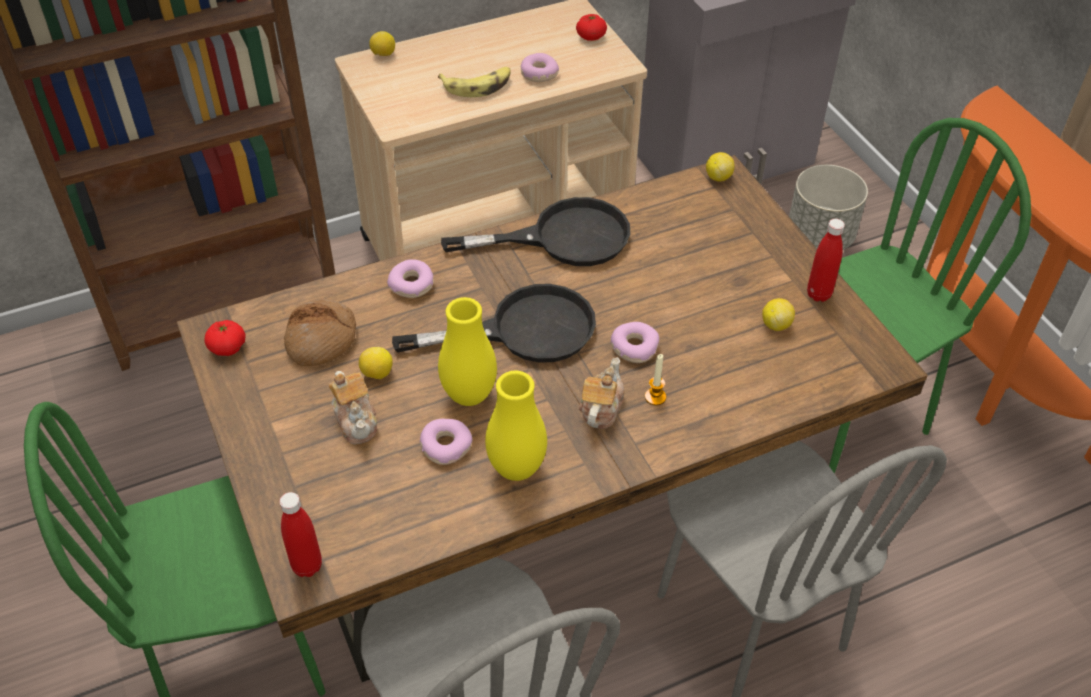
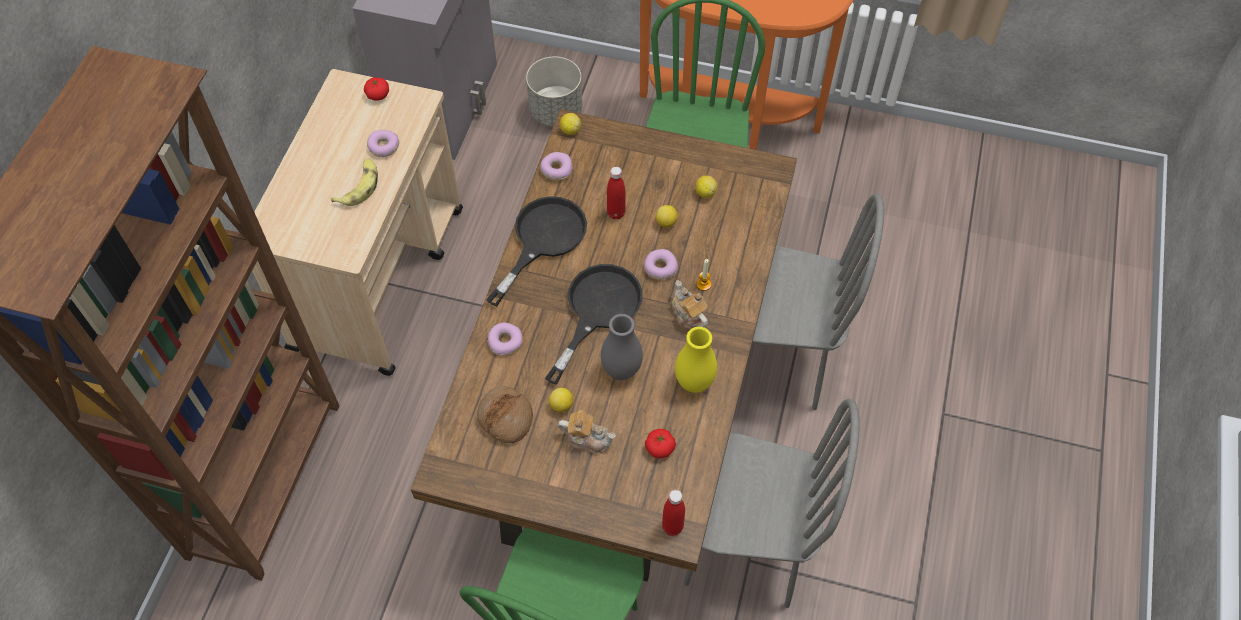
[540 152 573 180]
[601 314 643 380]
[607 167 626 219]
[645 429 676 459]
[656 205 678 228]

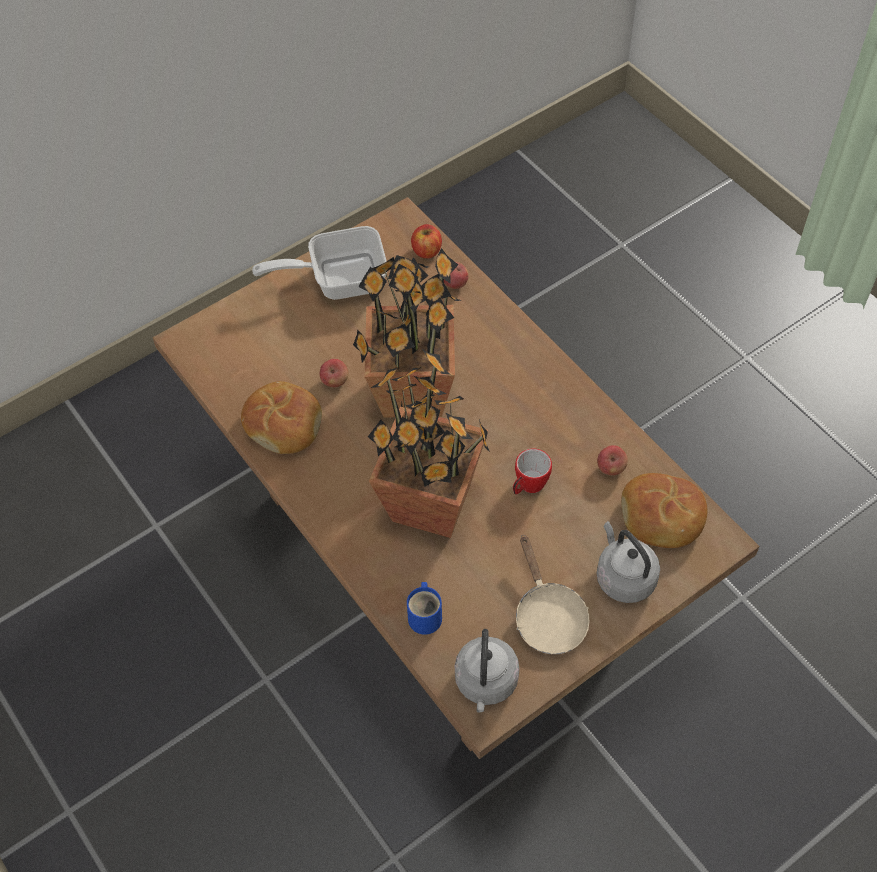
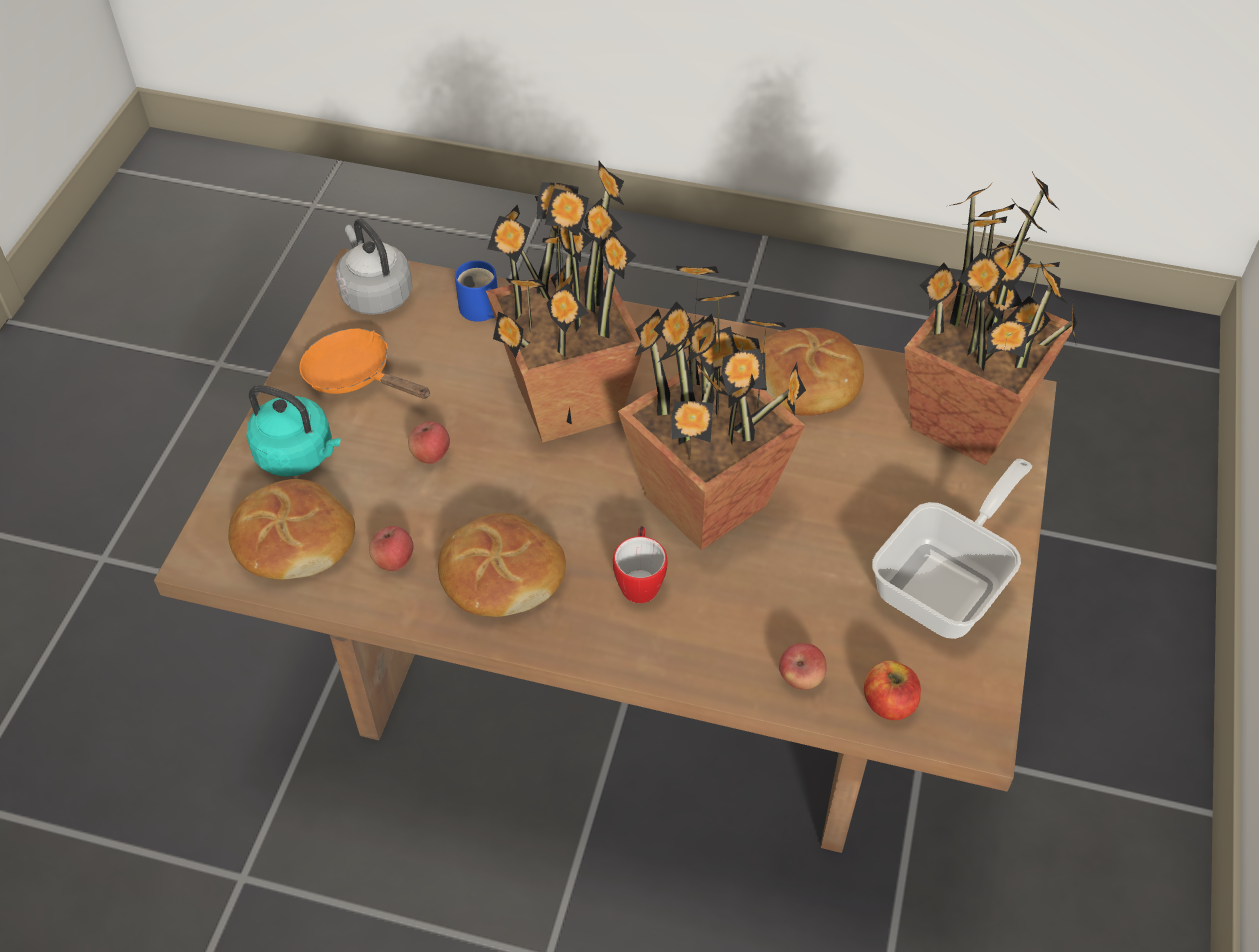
[246 385 341 477]
[299 329 430 399]
[408 421 450 464]
[438 513 566 617]
[613 526 667 603]
[904 172 1077 465]

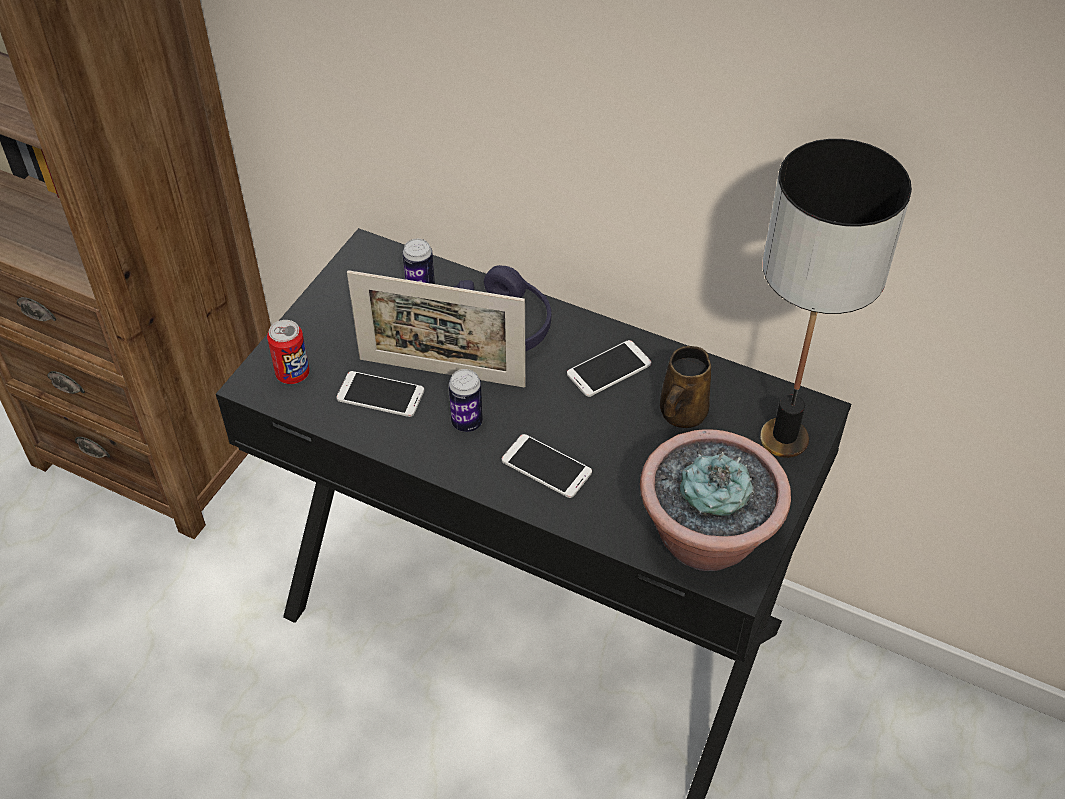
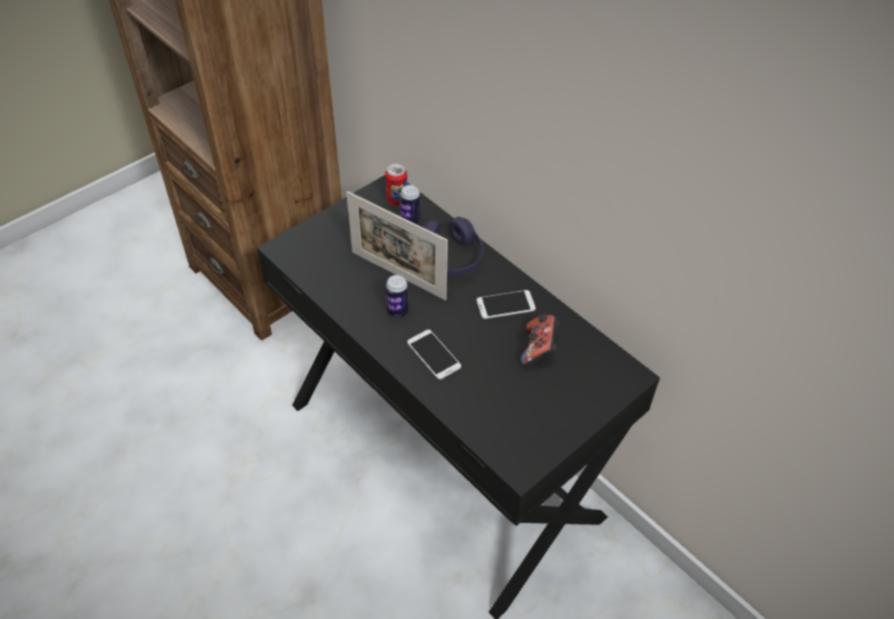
[385 164 407 206]
[521 314 560 366]
[336 371 424 417] (first image)
[640 429 791 571] (first image)
[760 139 912 458] (first image)

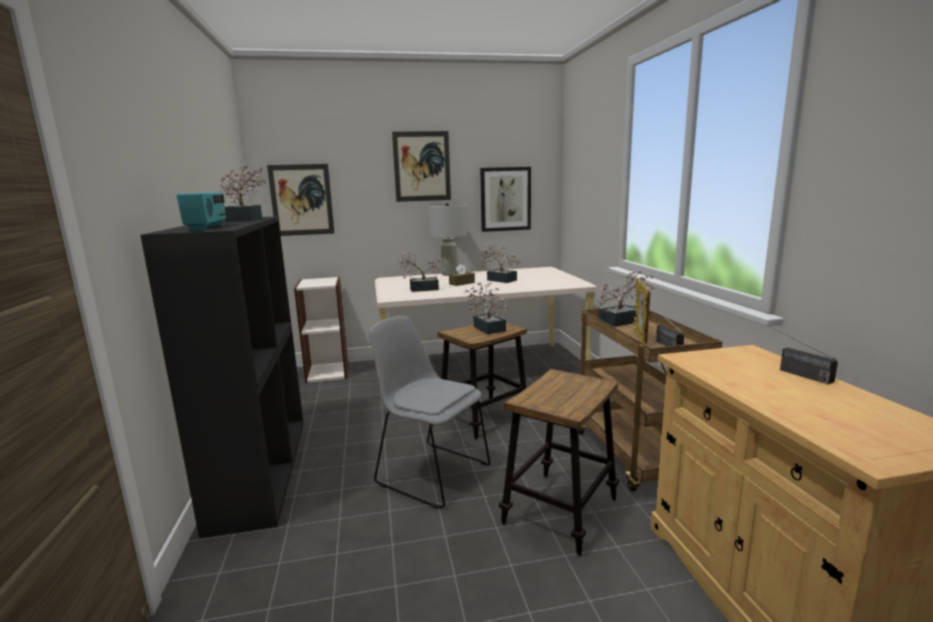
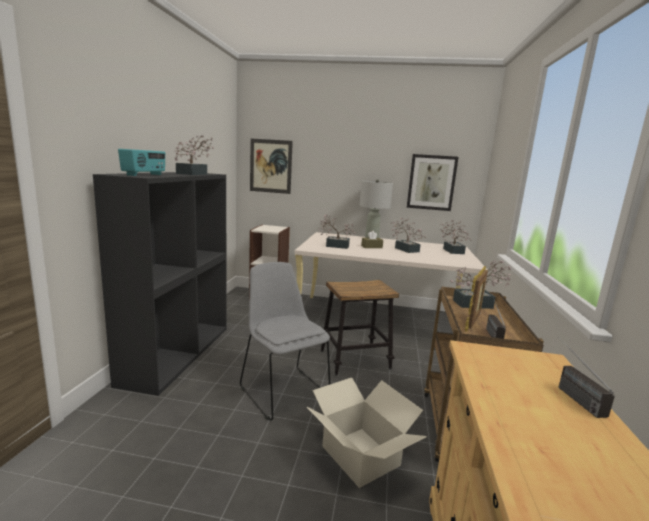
[307 378 427 488]
[440 220 471 254]
[392 131 451 202] (first image)

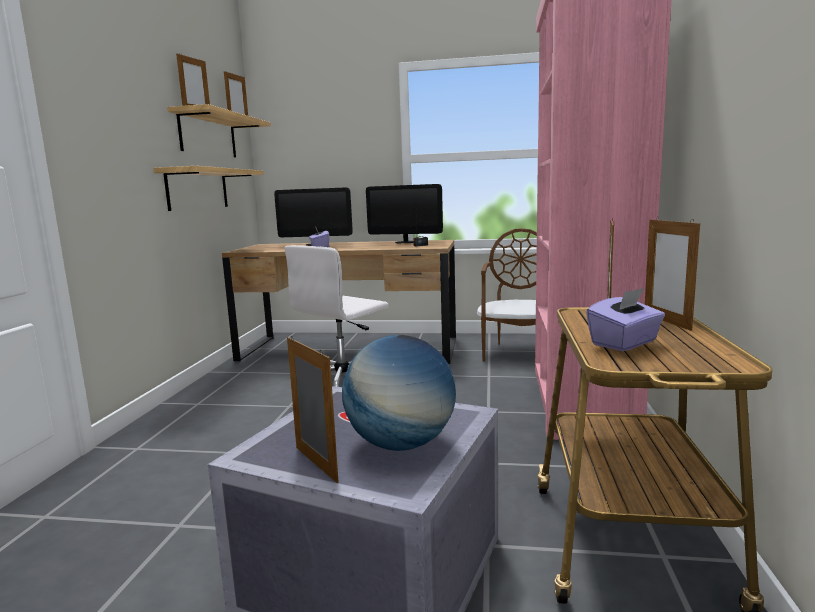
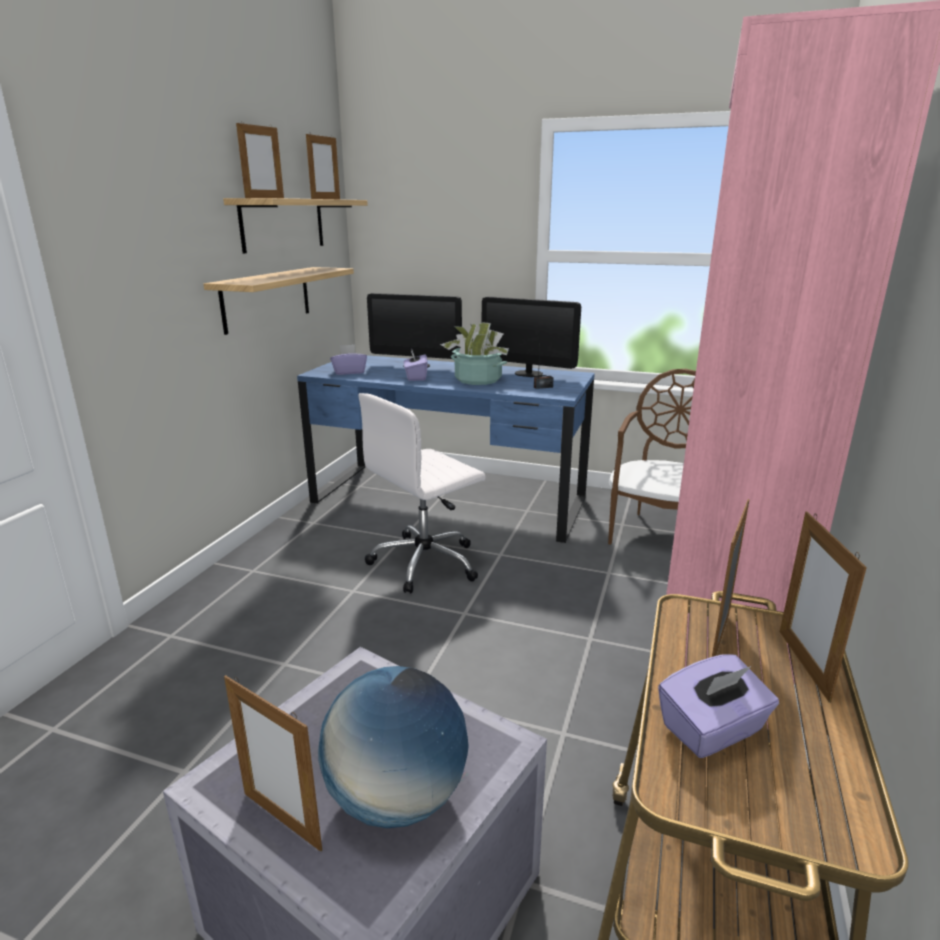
[224 675 322 852]
[297 355 595 543]
[330 344 367 375]
[440 322 509 385]

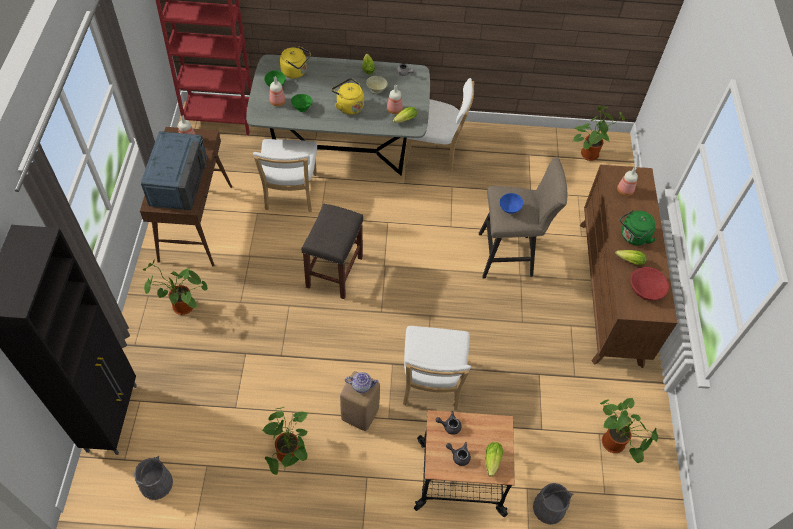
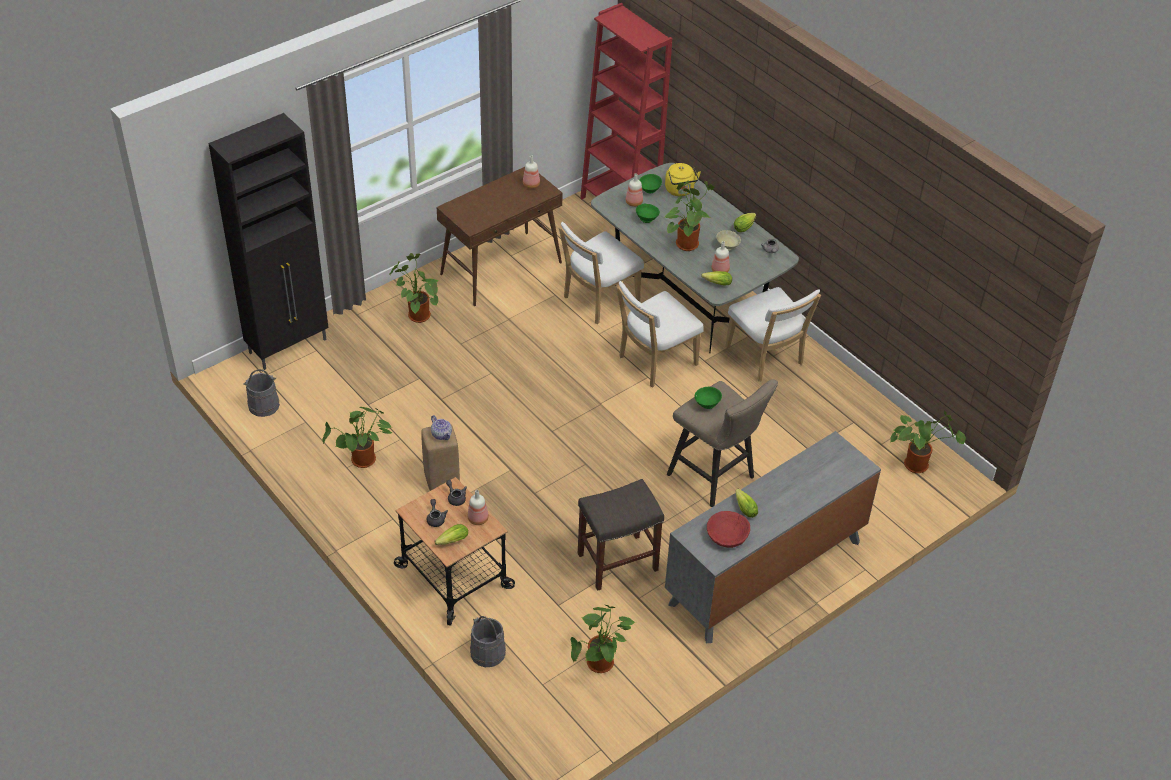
[468 490 489 525]
[578 479 664 591]
[616 281 703 388]
[665 181 714 251]
[665 431 881 643]
[695 387 722 409]
[141 131 207 210] (first image)
[620 210 656 245] (first image)

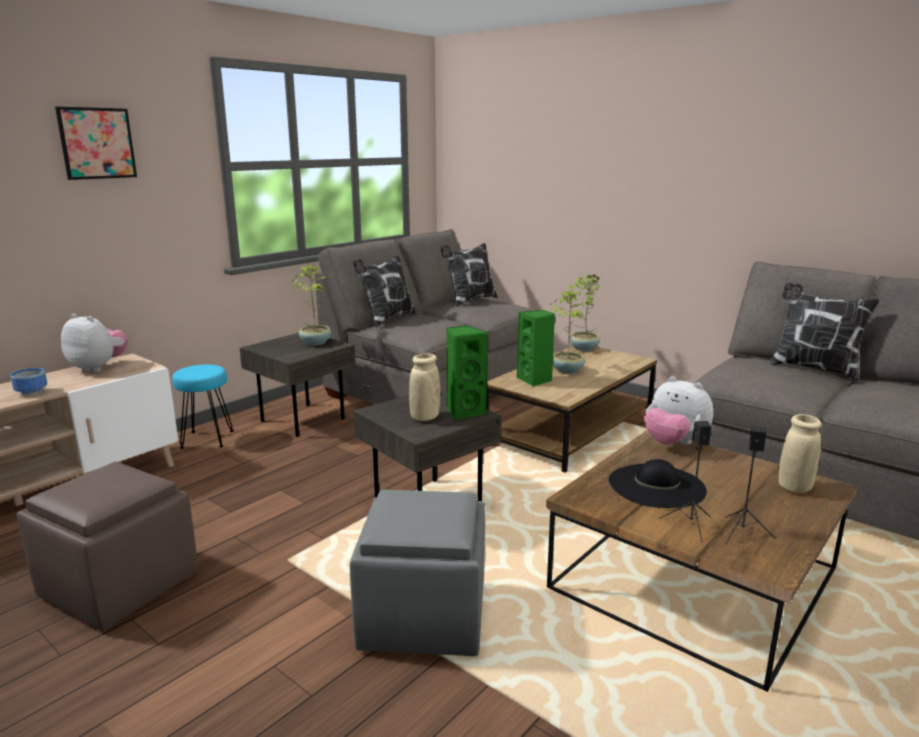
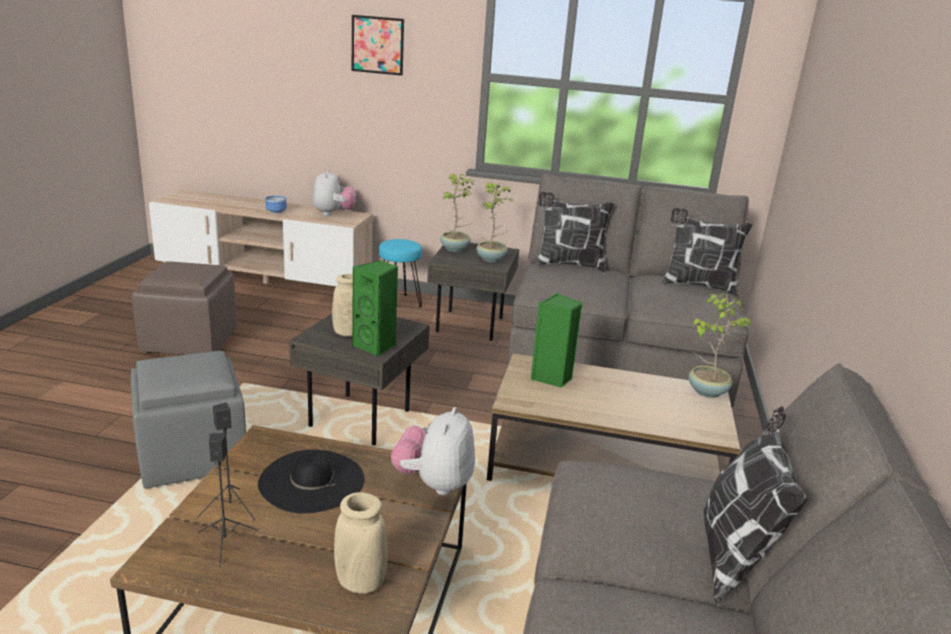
[440 174 474 252]

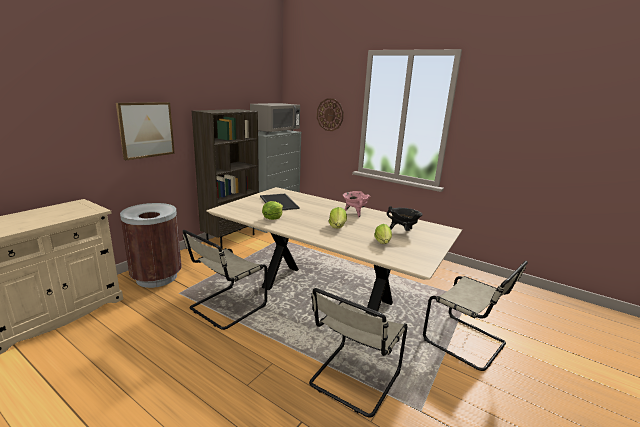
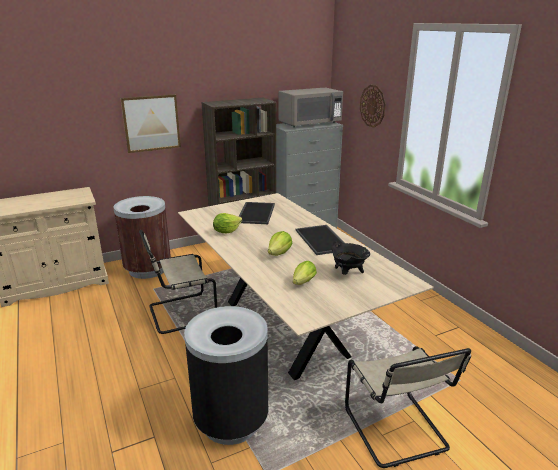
[184 306 269 445]
[296 225 345 255]

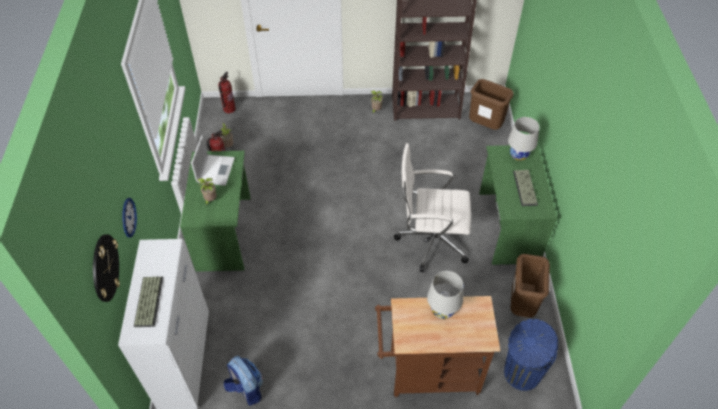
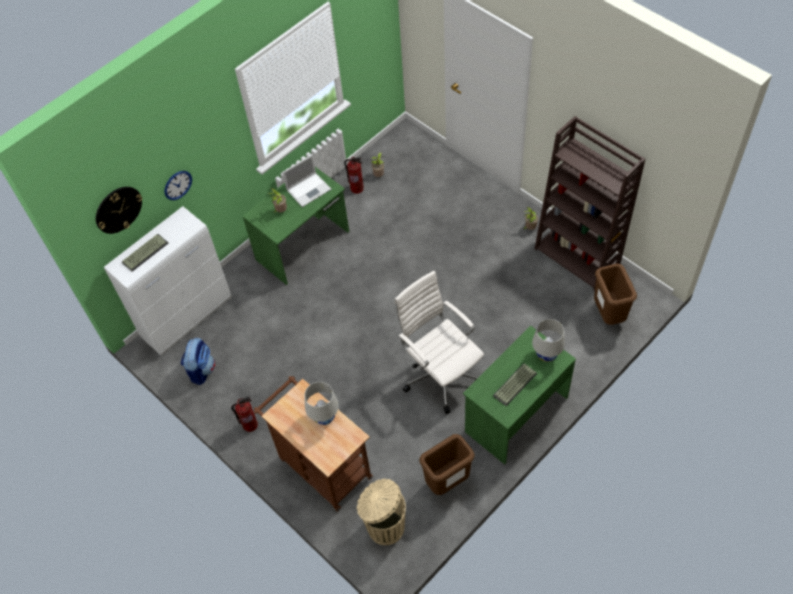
[231 396 258 432]
[357 479 406 545]

